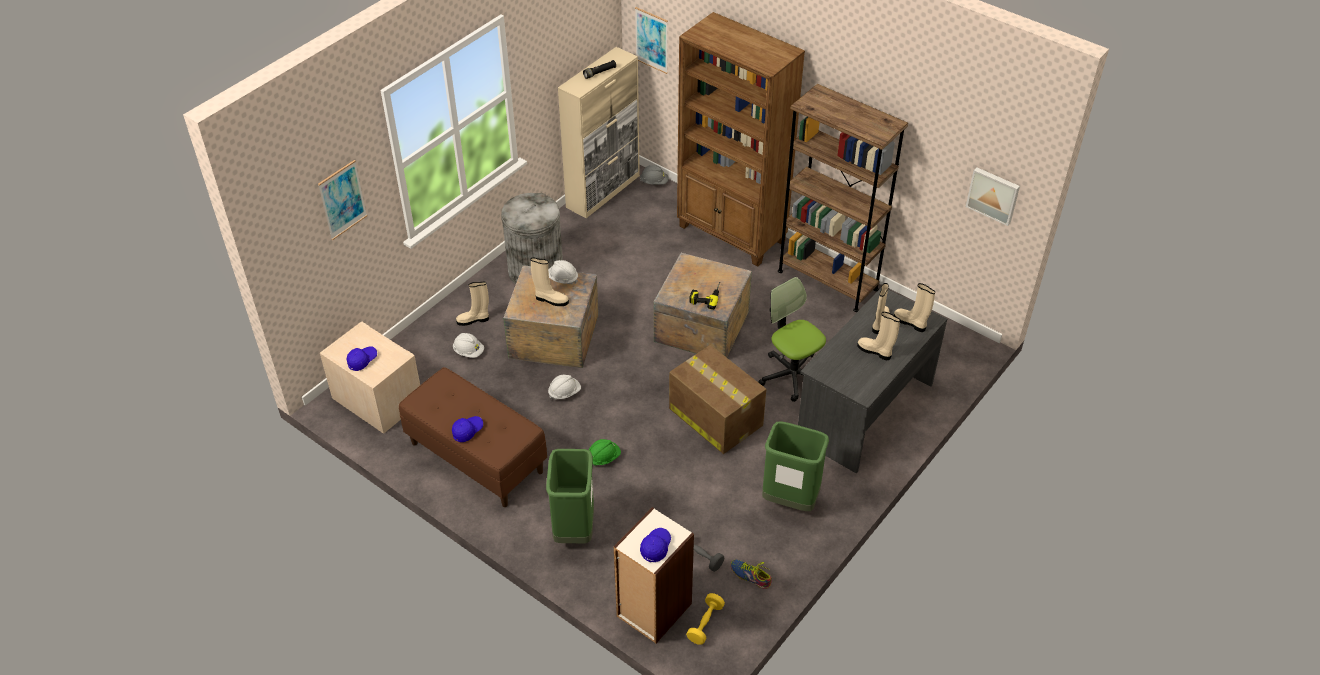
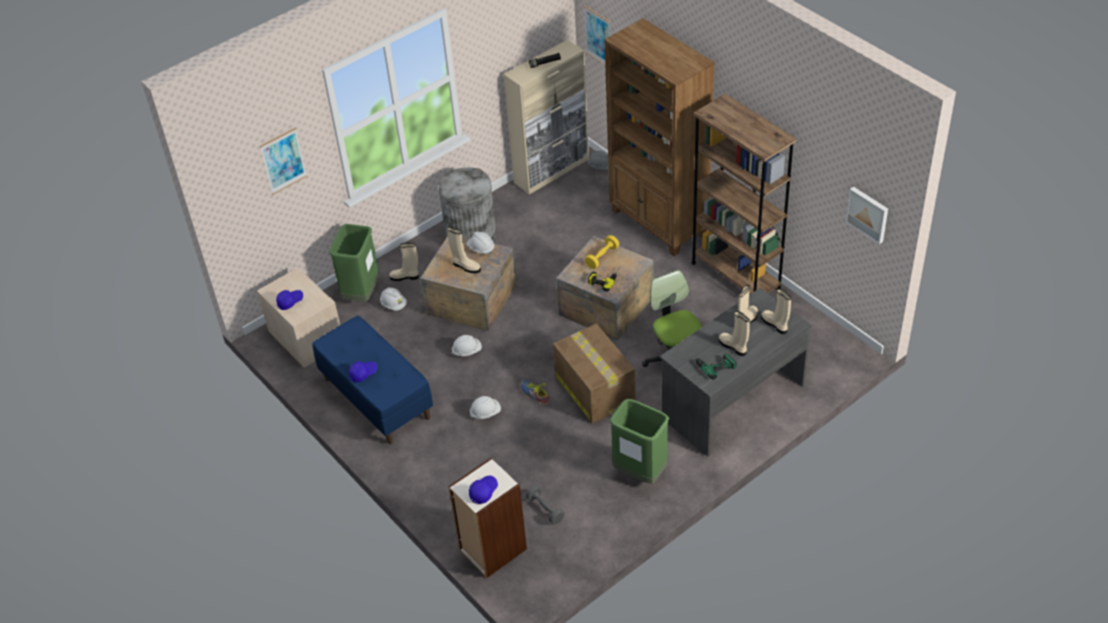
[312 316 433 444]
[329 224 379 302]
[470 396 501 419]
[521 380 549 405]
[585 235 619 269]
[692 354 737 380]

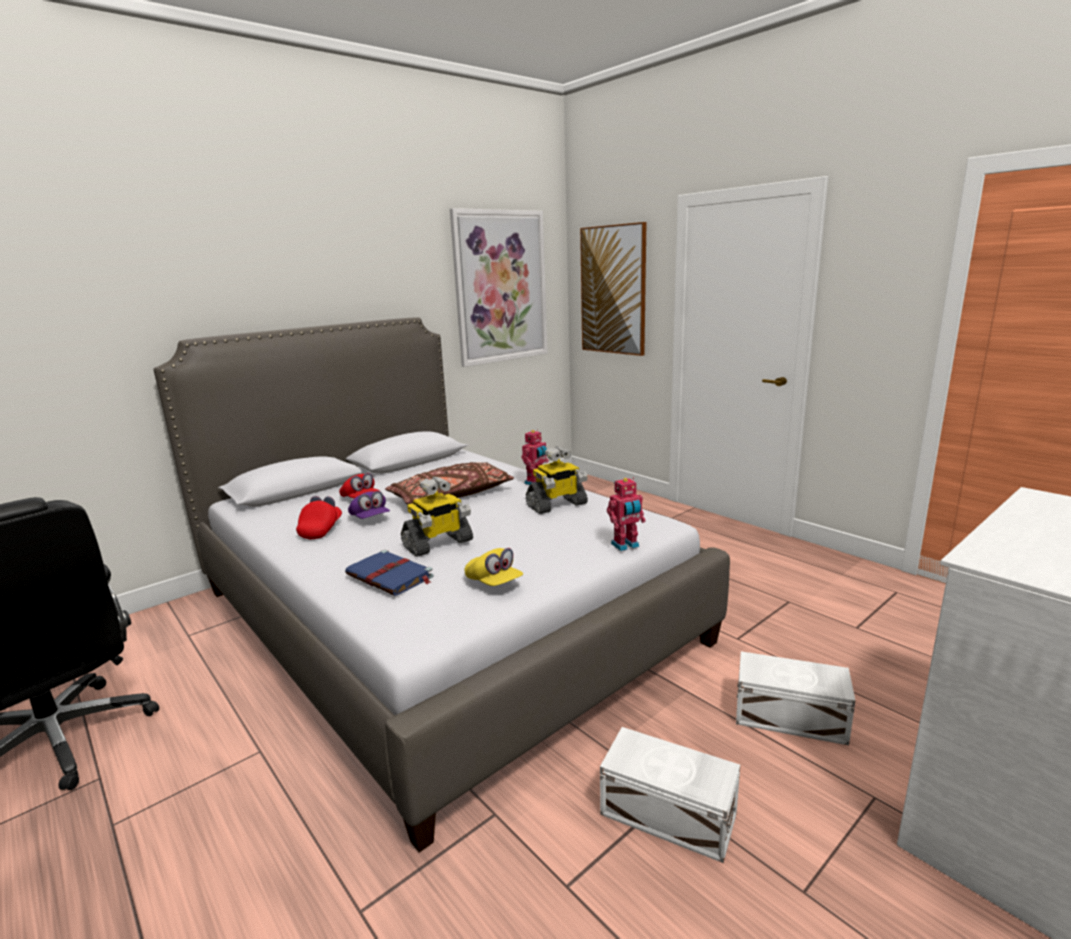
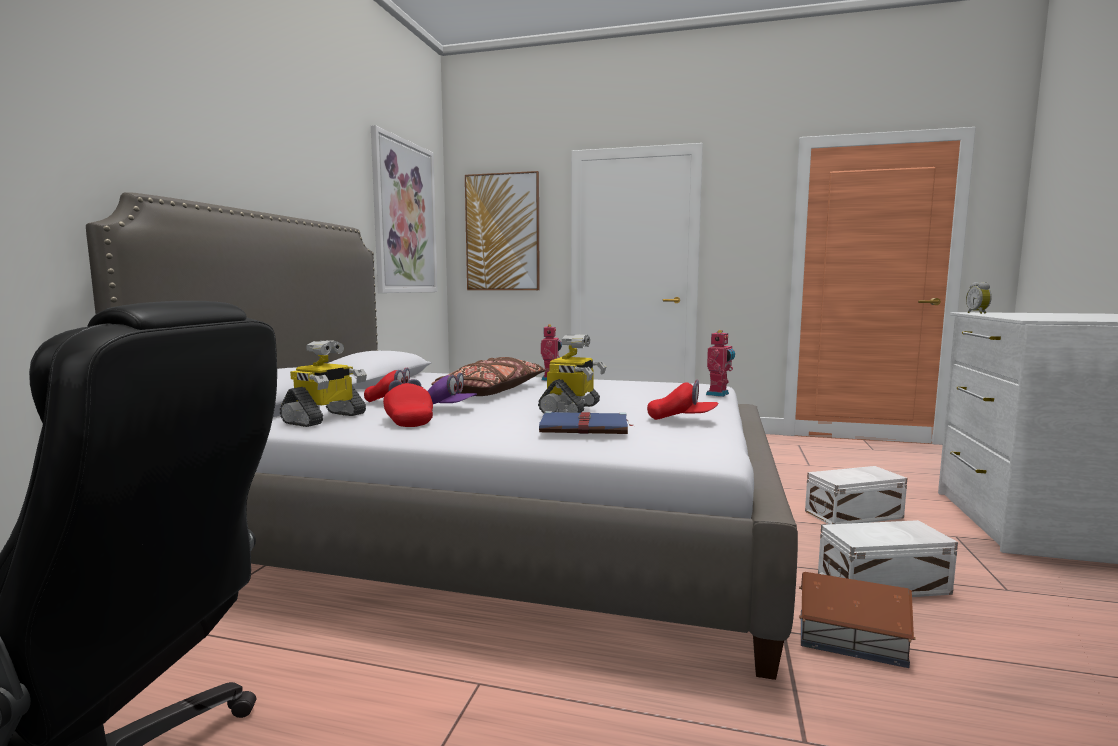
[280 340 367 427]
[647 379 719 420]
[799 572 916 668]
[966 282 992 314]

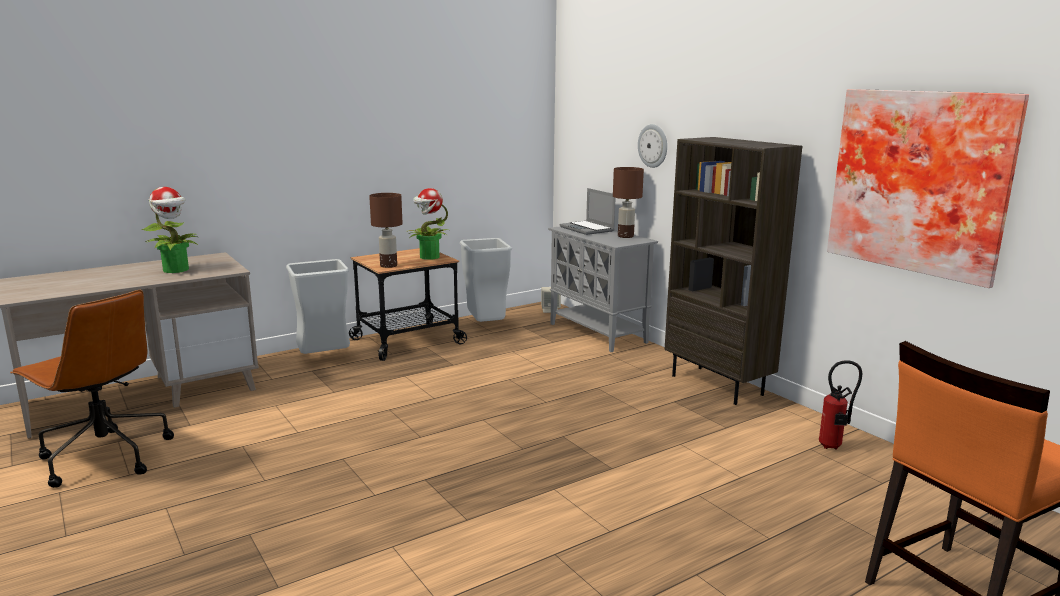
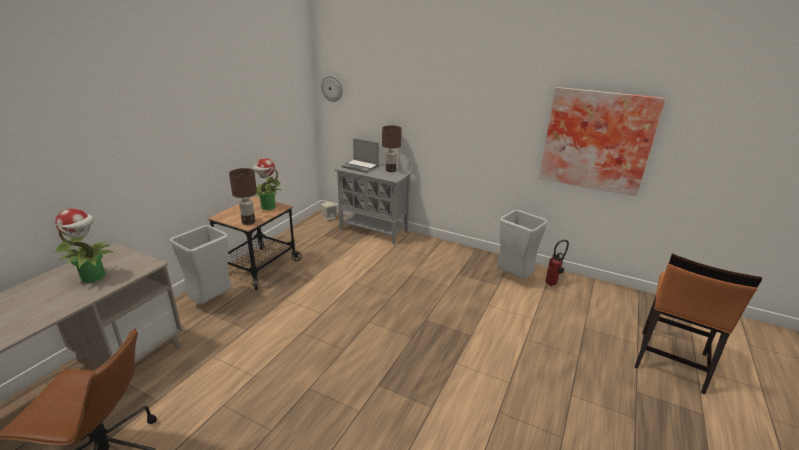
[321 75 343 102]
[497 210 548 279]
[664 137 802 405] (first image)

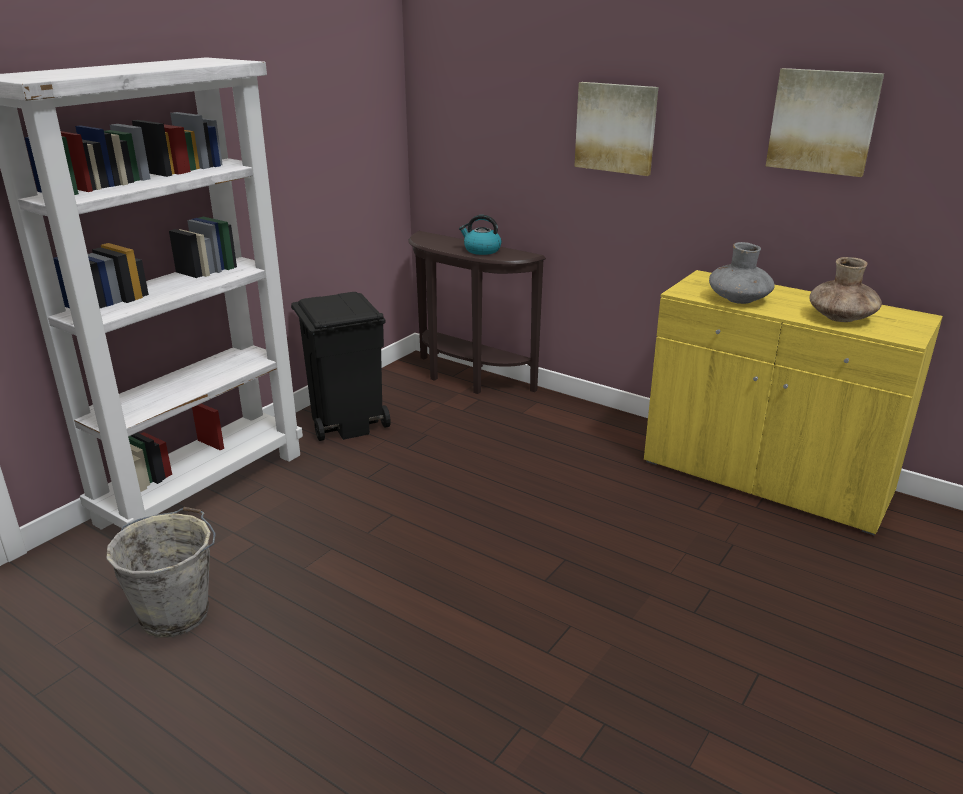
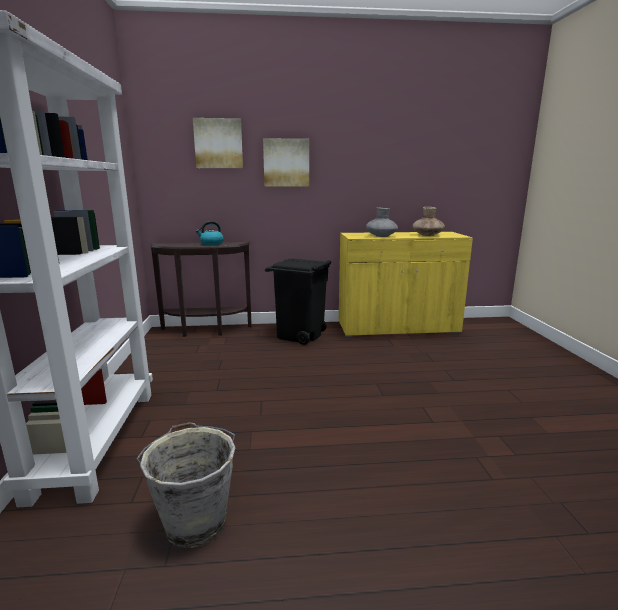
[193 118 243 168]
[265 258 331 345]

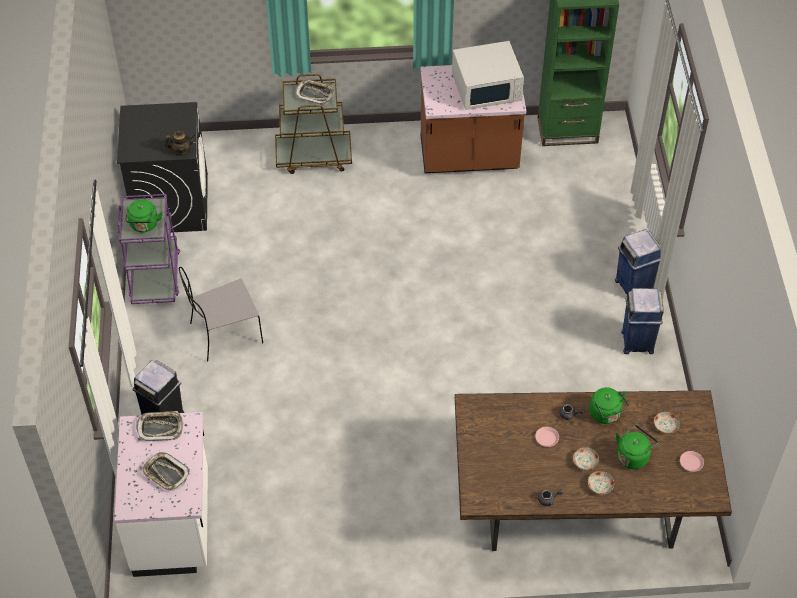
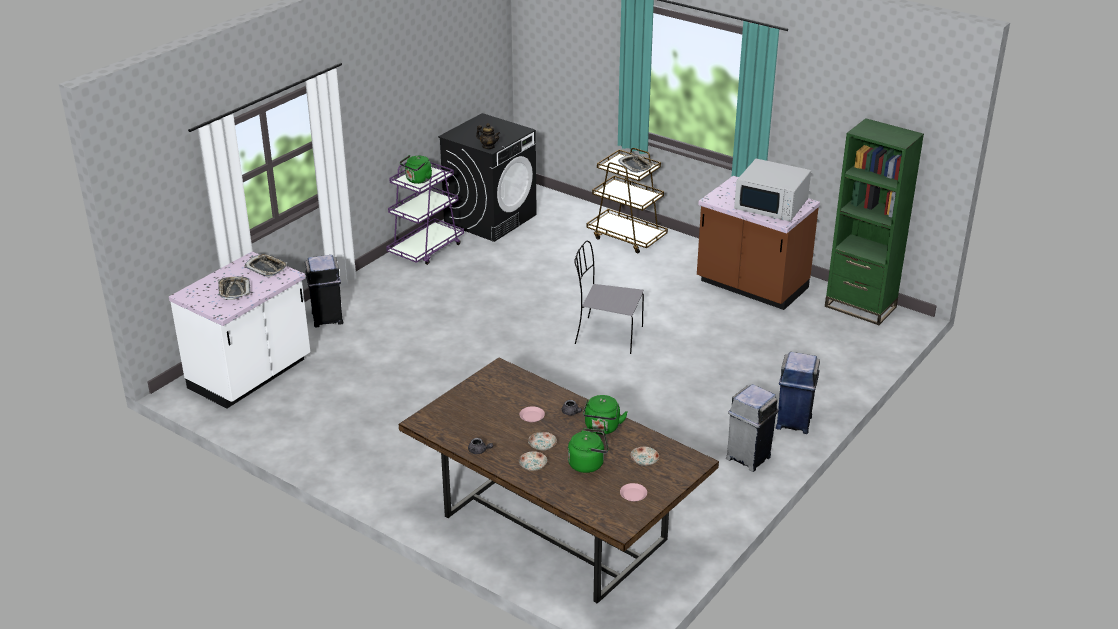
[574 241 644 354]
[726 384 779 472]

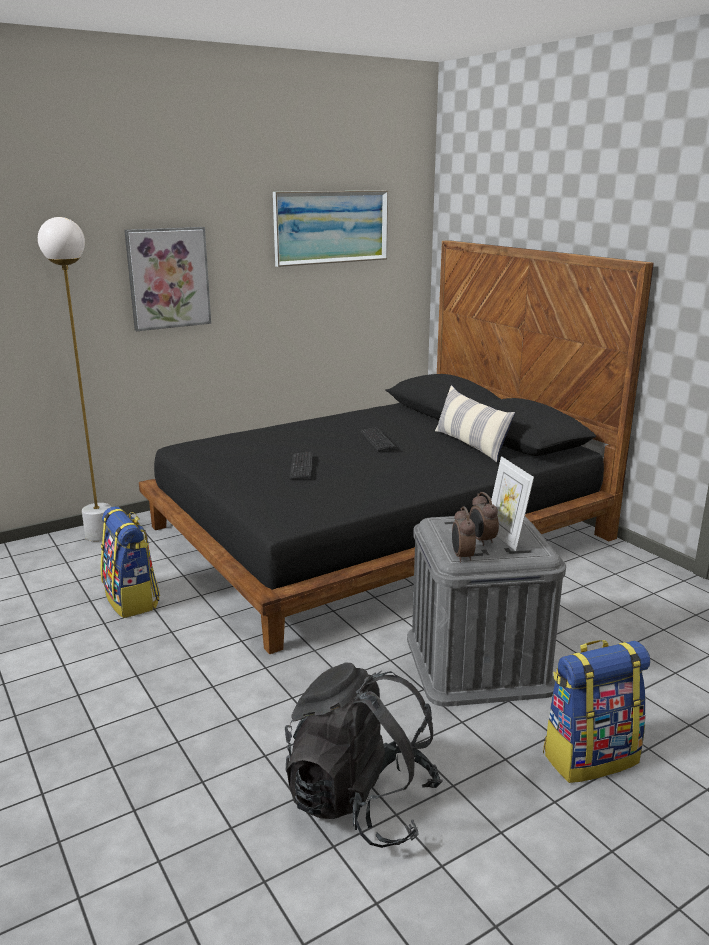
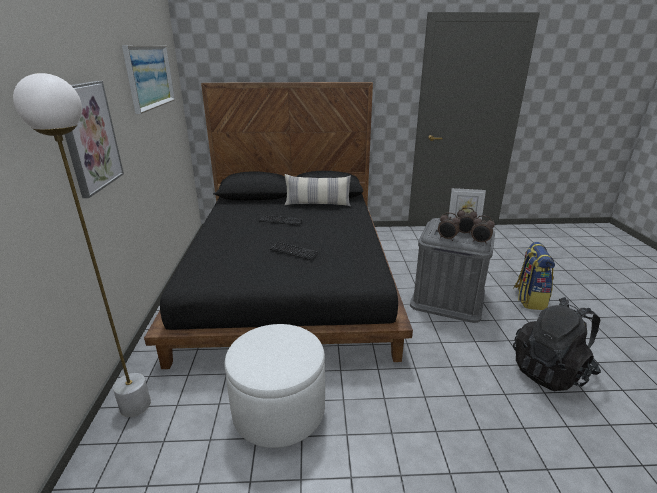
[224 324 325 448]
[438 212 460 241]

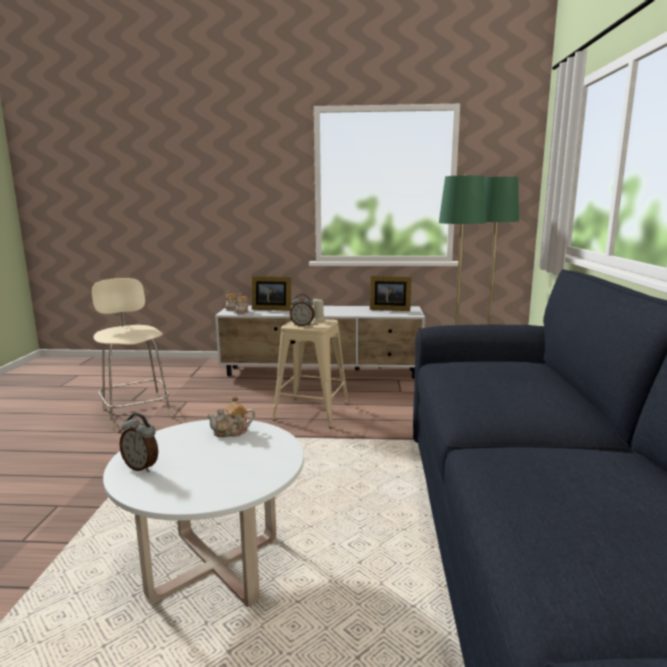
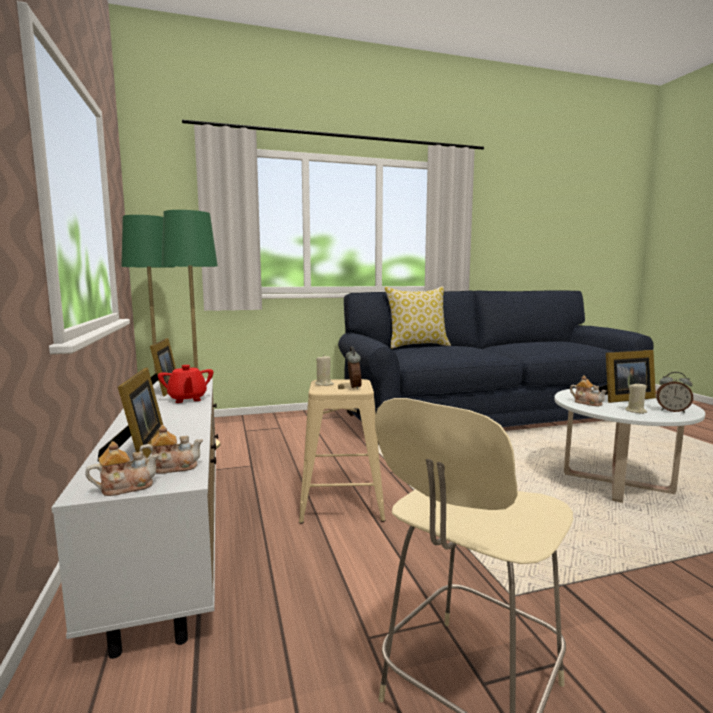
[158 365 213 403]
[384 286 451 349]
[599 350 656 403]
[625 382 647 414]
[656 372 693 413]

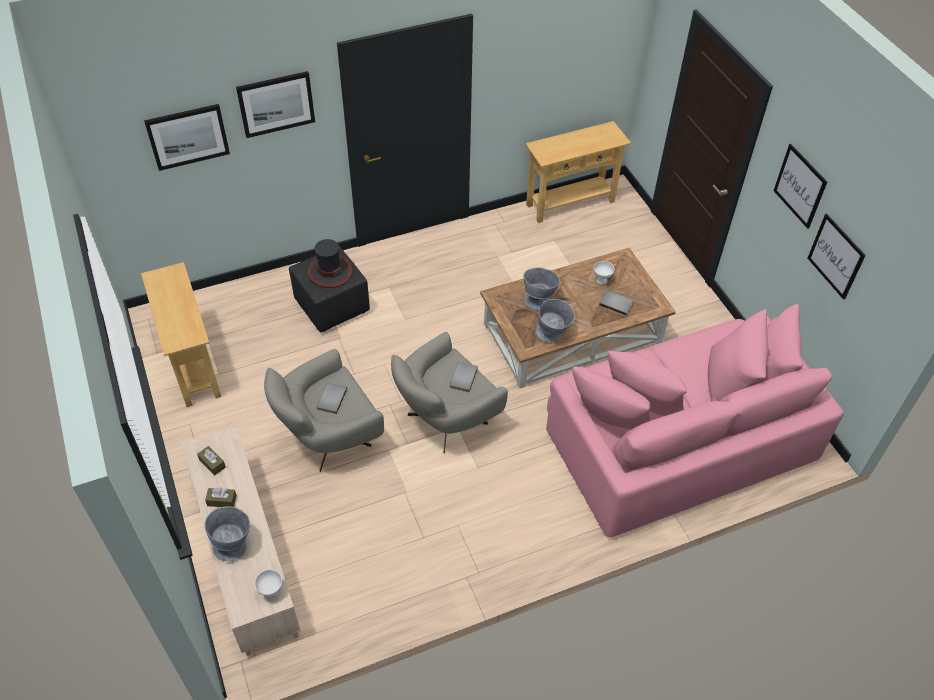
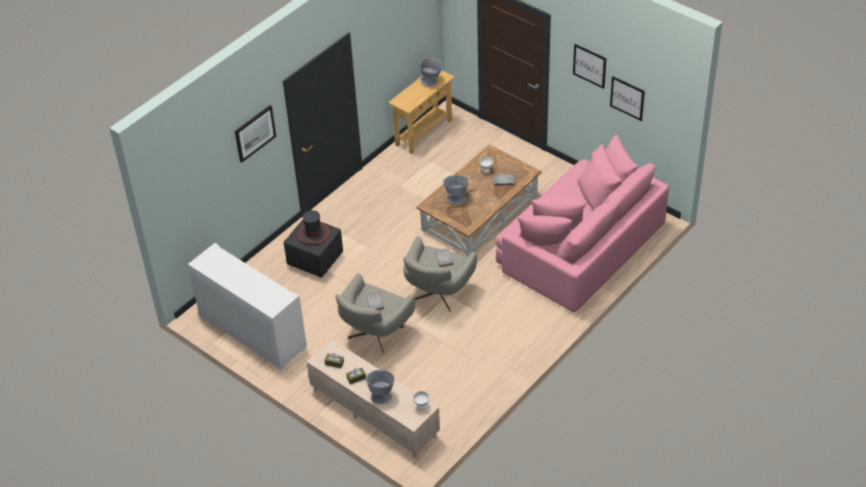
[188 243 307 370]
[420 58 443 86]
[144 104 230 171] (first image)

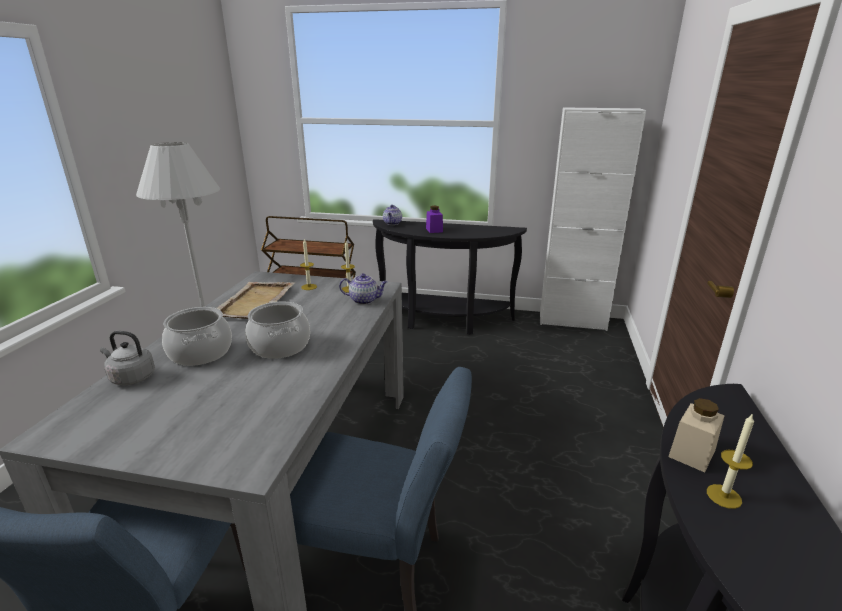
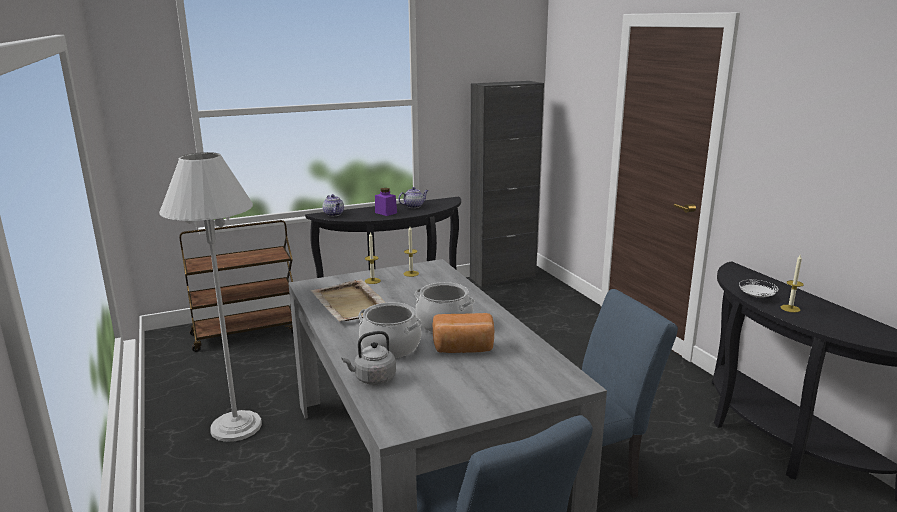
[398 187 428 208]
[433 313 494 353]
[470 81 544 287]
[739 280 779 298]

